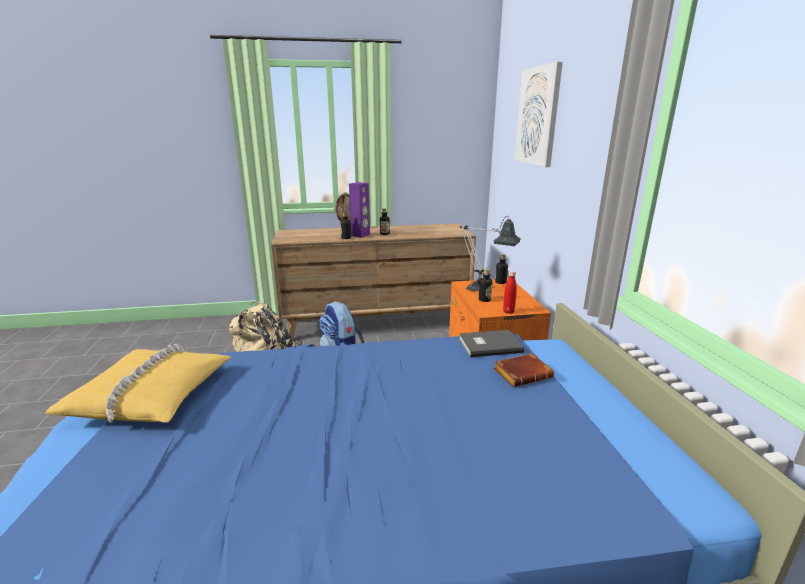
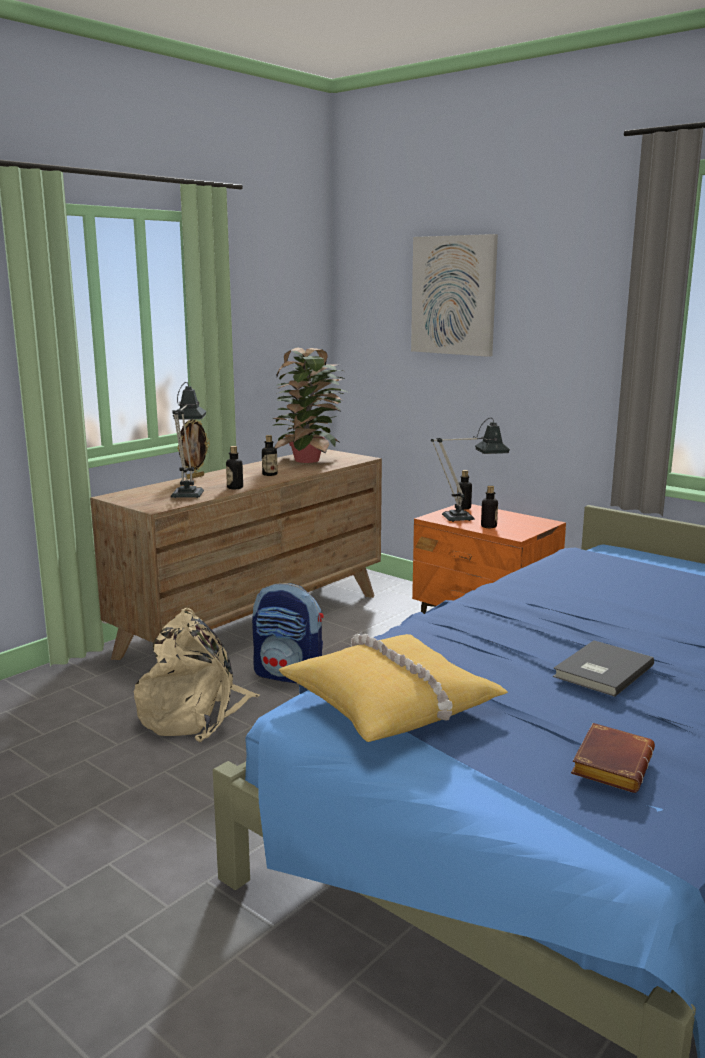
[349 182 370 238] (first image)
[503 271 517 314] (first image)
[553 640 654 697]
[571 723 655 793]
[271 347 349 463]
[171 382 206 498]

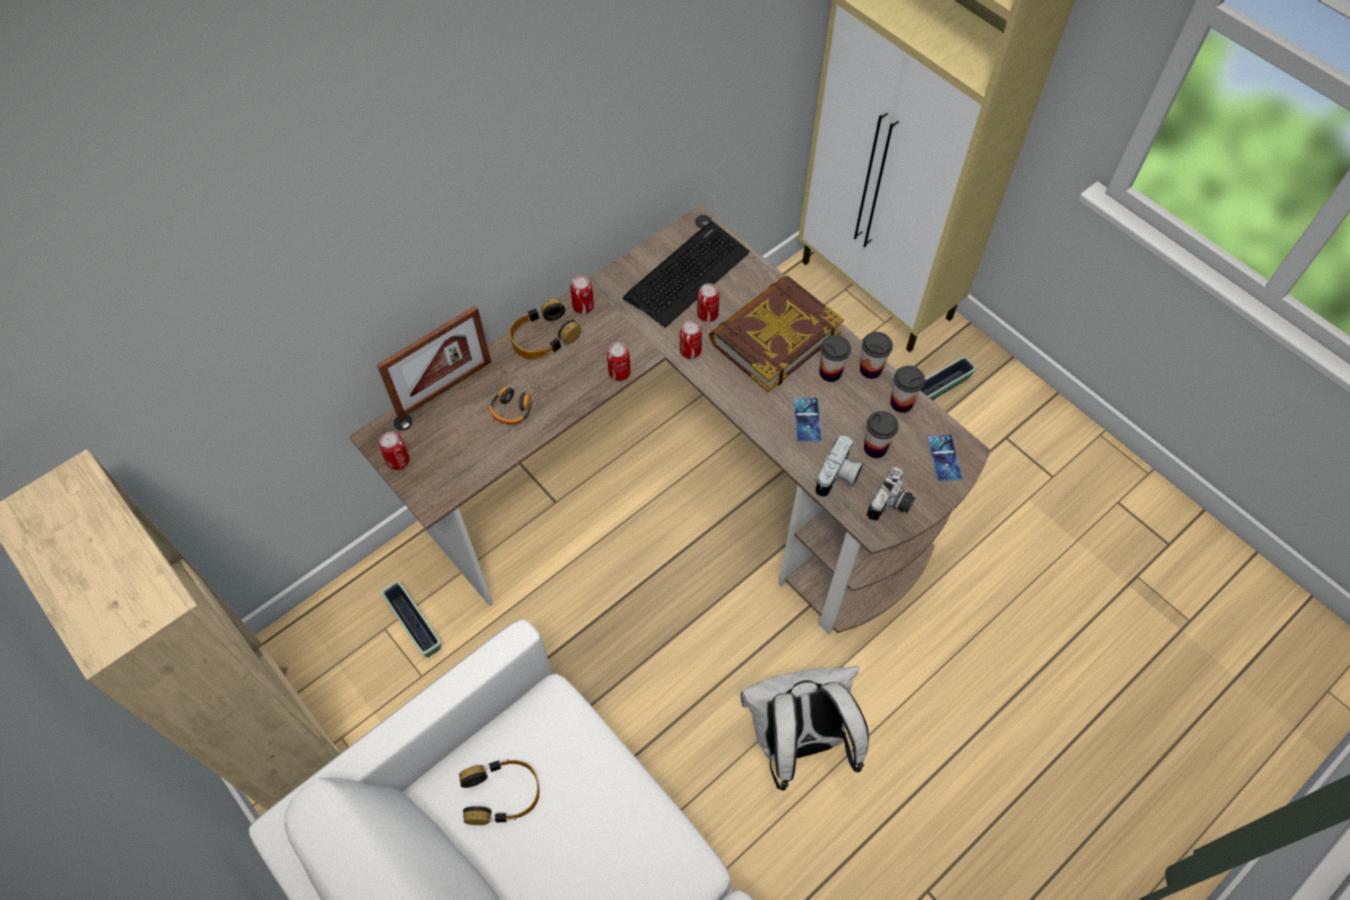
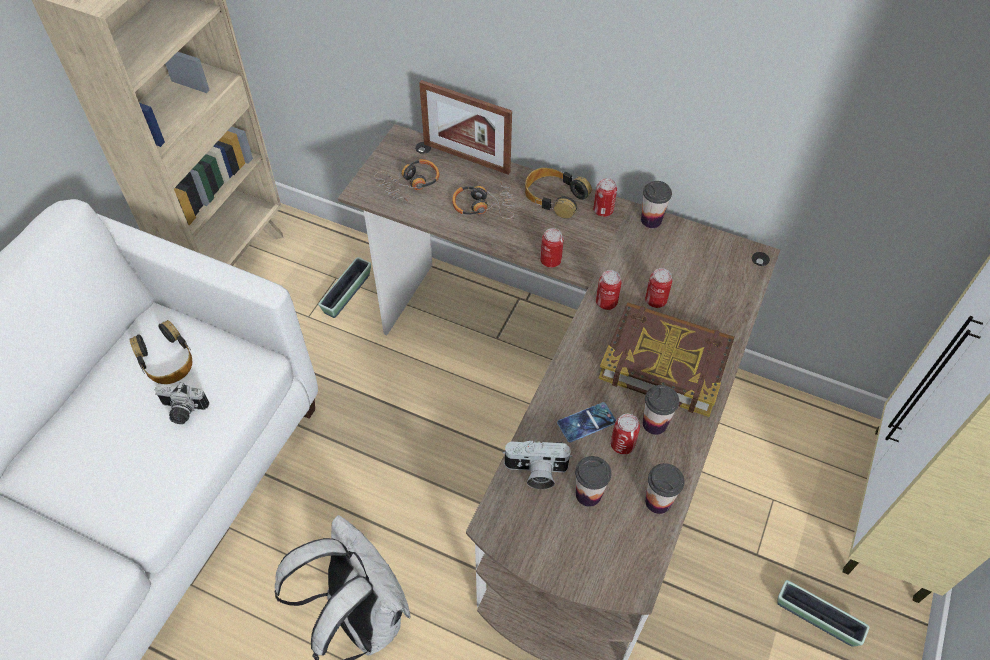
[623 221 750 328] (first image)
[641 181 672 228]
[611 414 640 454]
[927 435 963 481] (first image)
[155 382 209 424]
[374 159 439 202]

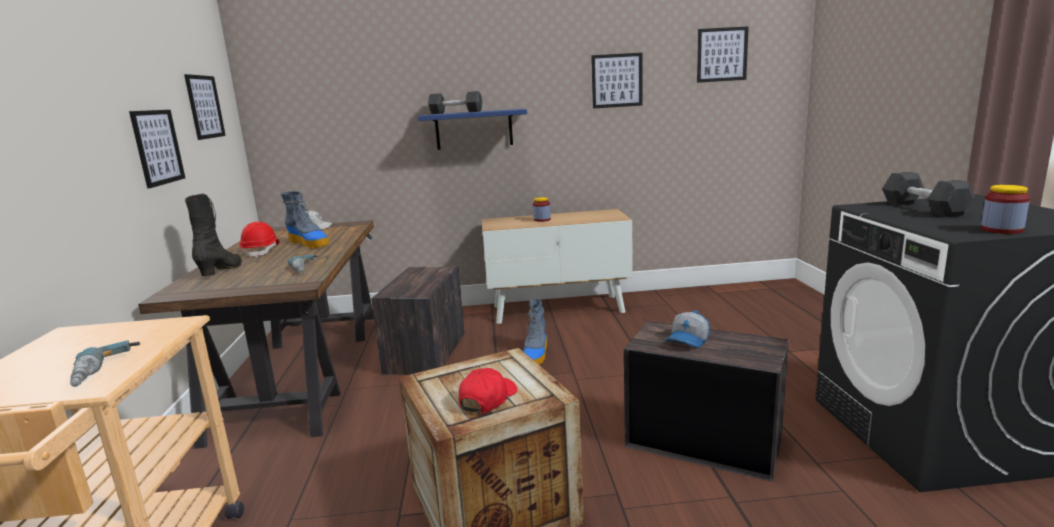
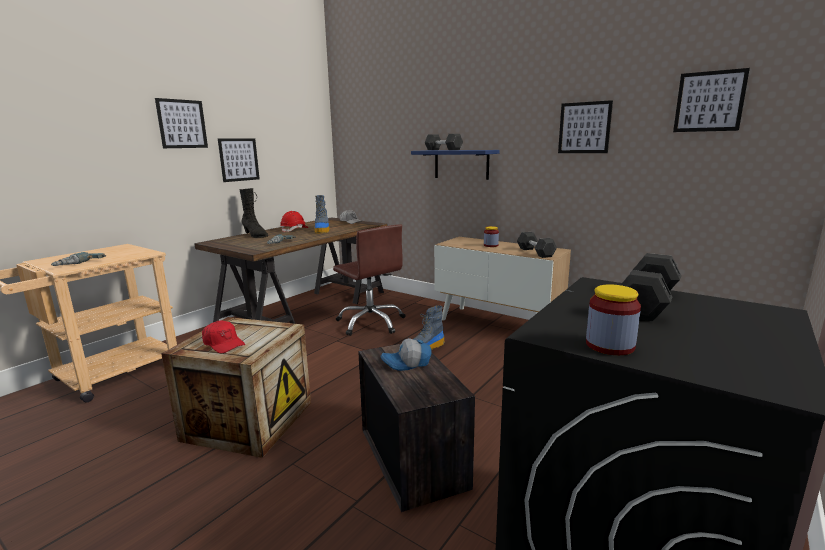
[155 98 208 148]
[239 188 268 238]
[333 224 406 336]
[202 321 245 353]
[517 232 557 258]

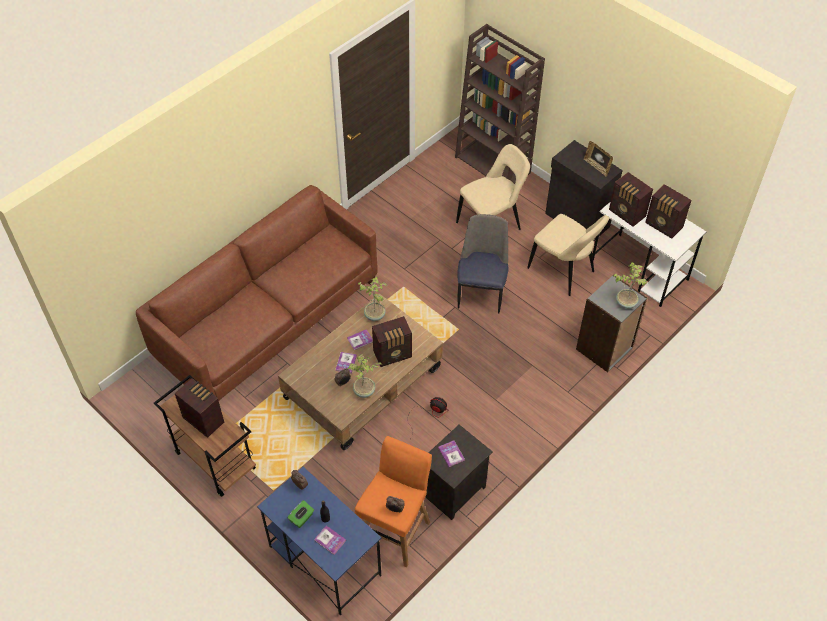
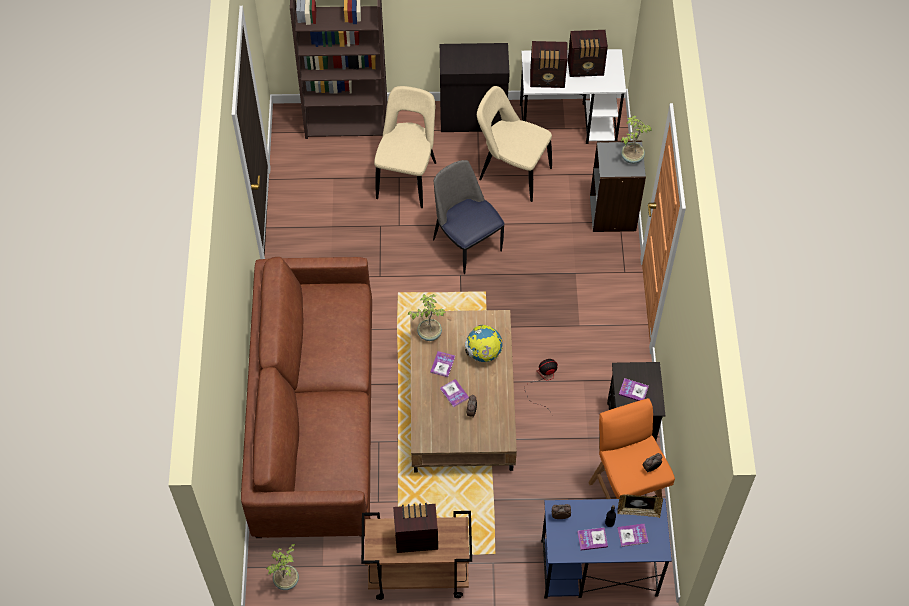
[617 494 663 518]
[477 86 552 202]
[465 324 503 362]
[266 544 299 590]
[578 528 608 551]

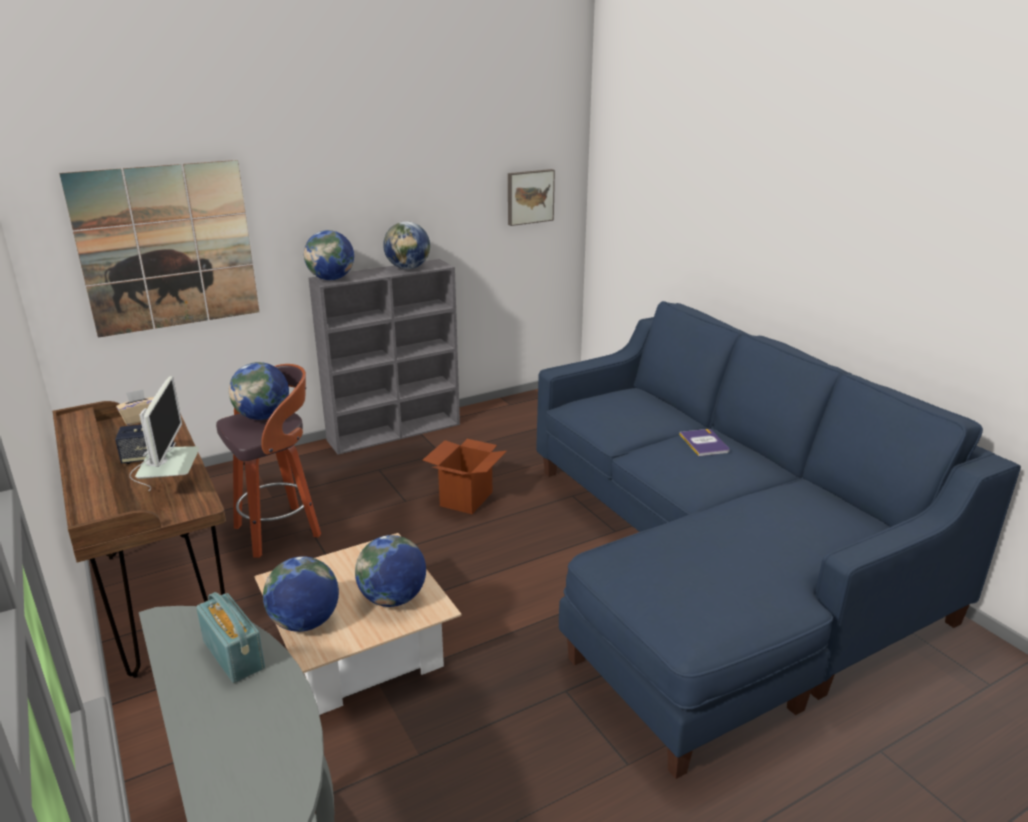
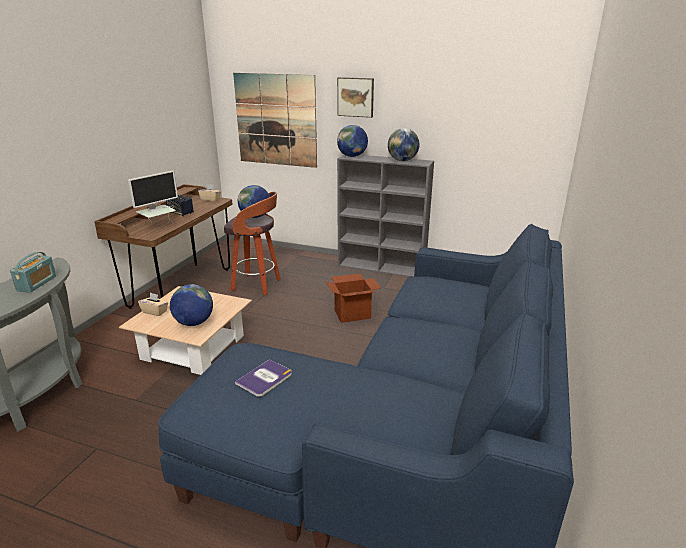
[337 77 374 118]
[235 359 292 397]
[138 293 168 316]

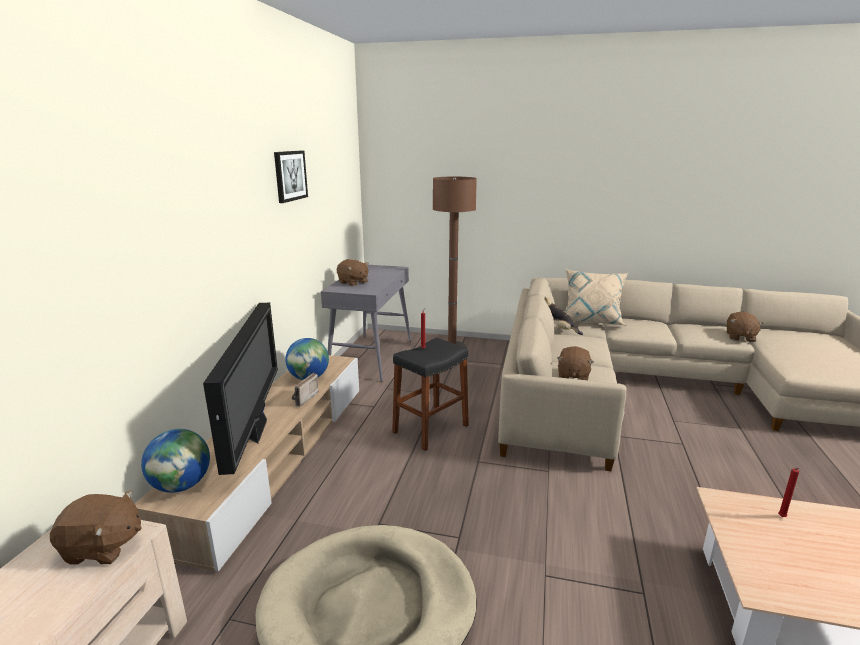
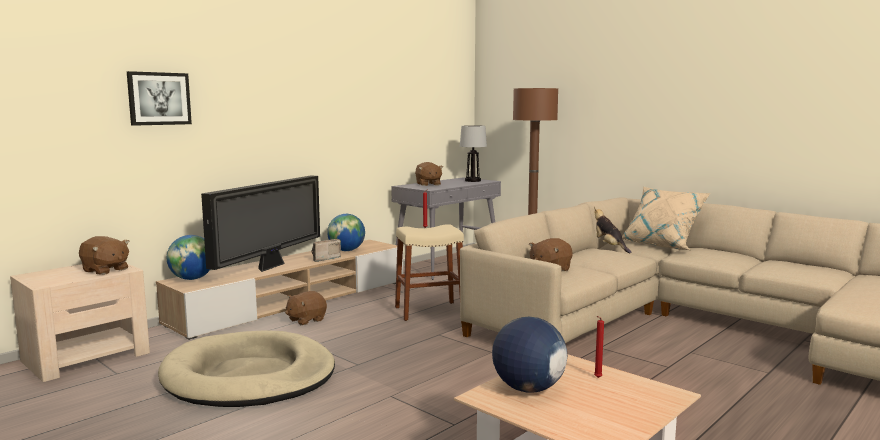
[127 71 192 126]
[285 291 327 325]
[395 224 464 321]
[460 125 487 182]
[492 317 567 393]

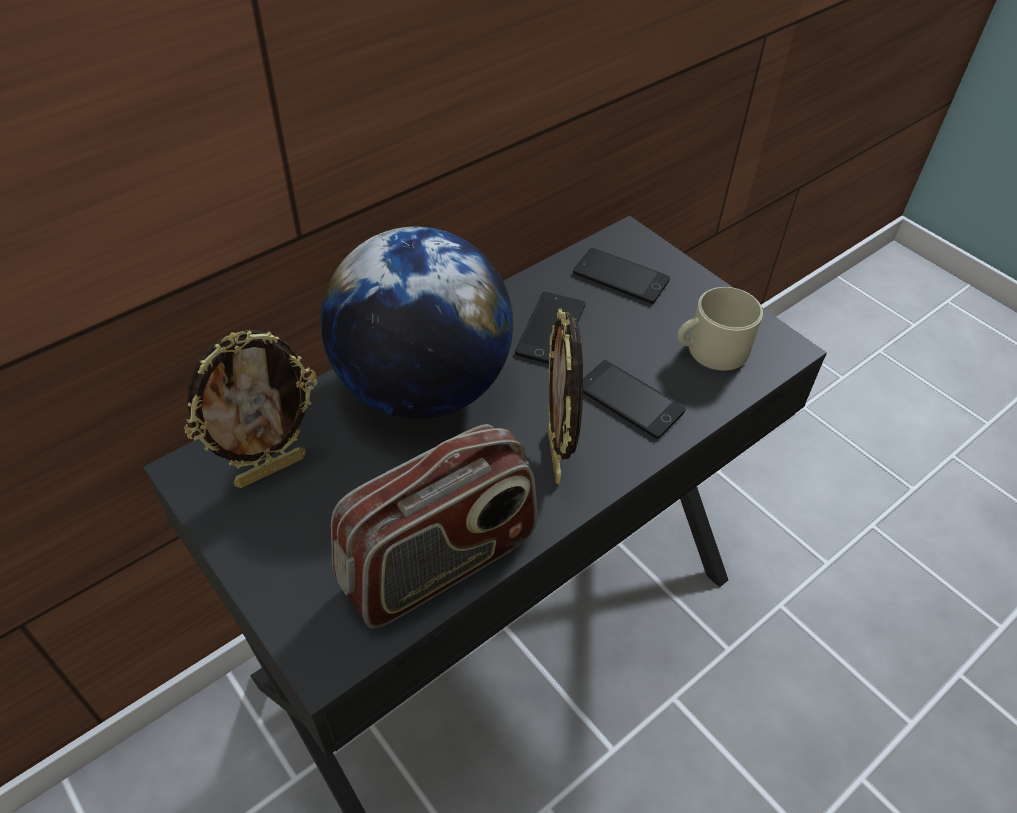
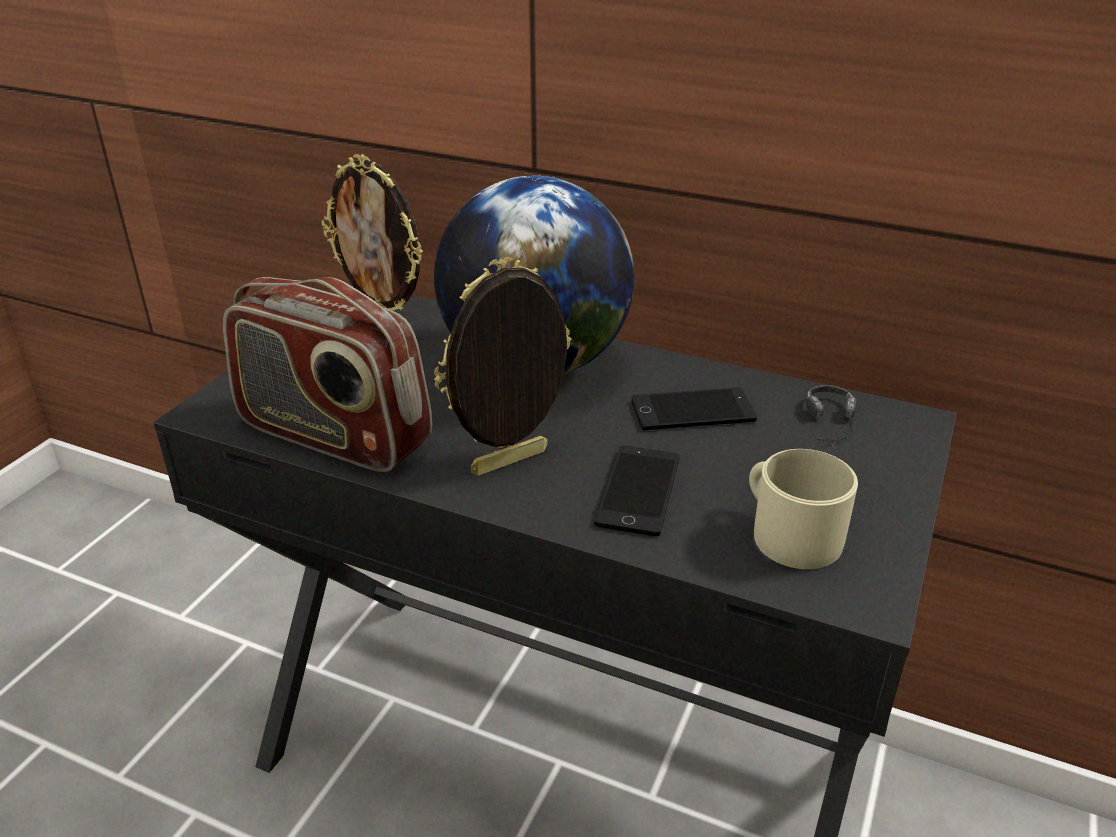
[806 385 856 449]

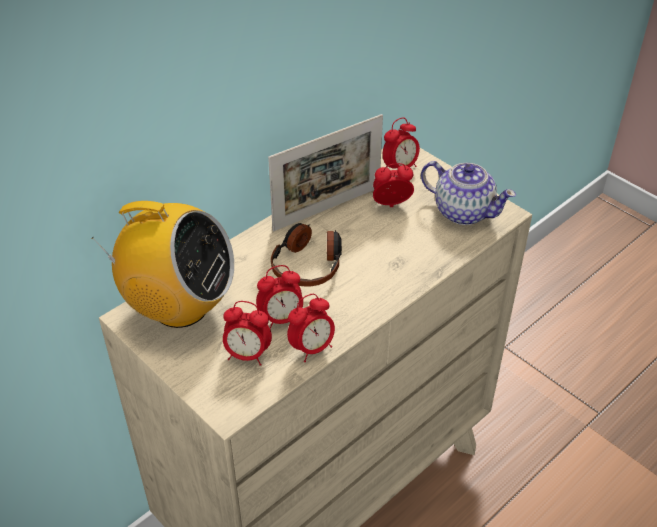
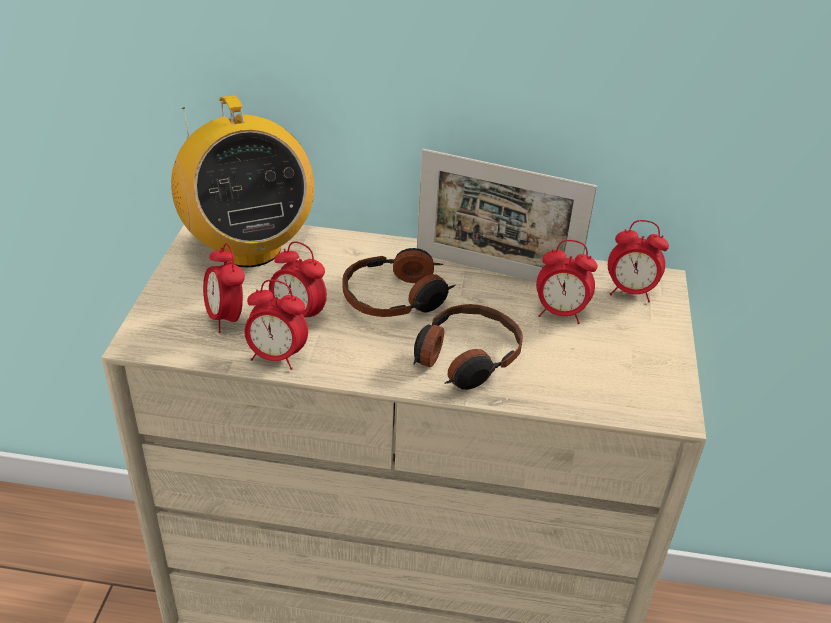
[421 161 516 225] (first image)
[536 240 597 324]
[413 304 523 390]

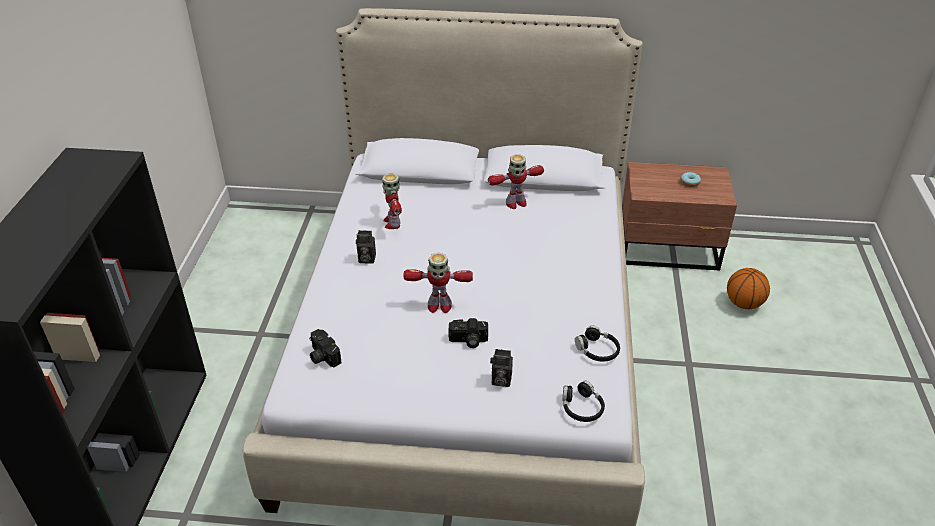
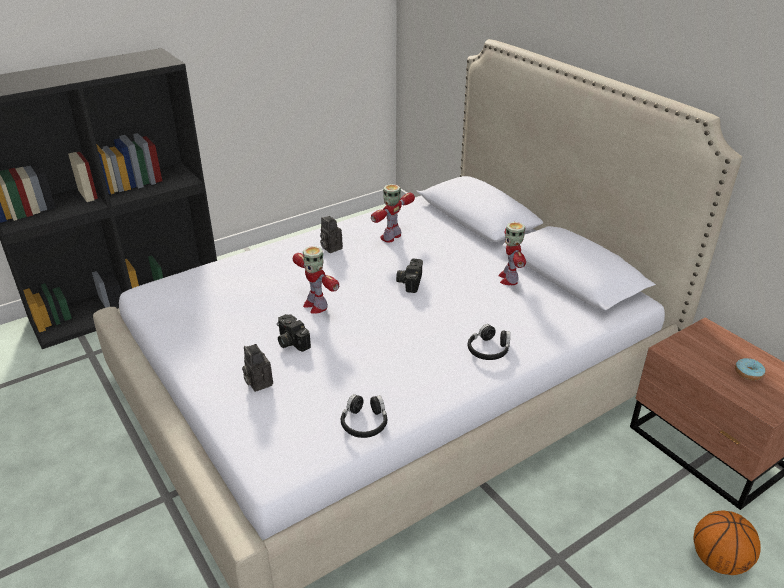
[498 222 526 285]
[396 259 423 293]
[468 324 510 360]

